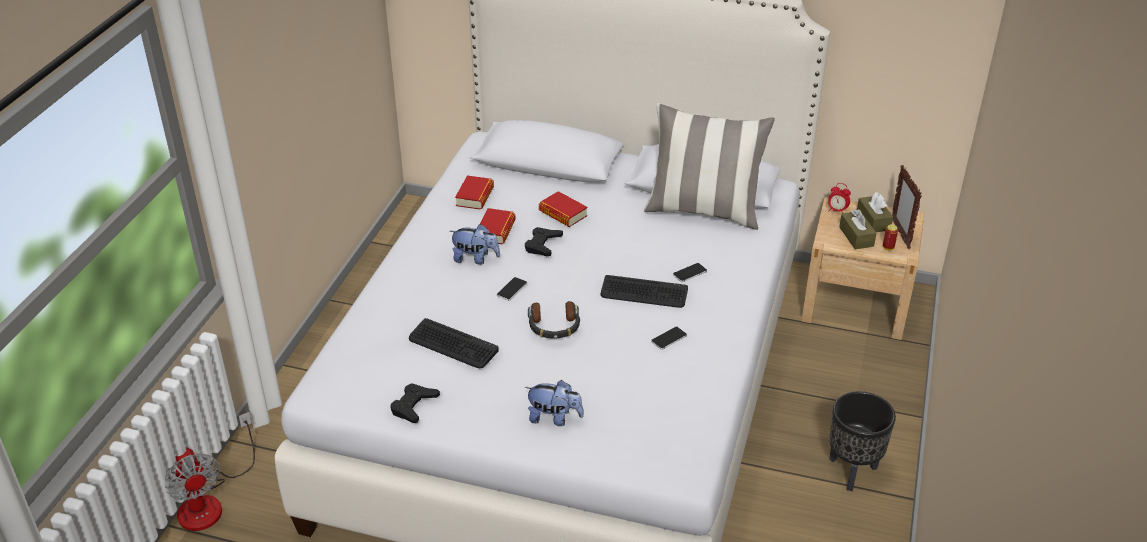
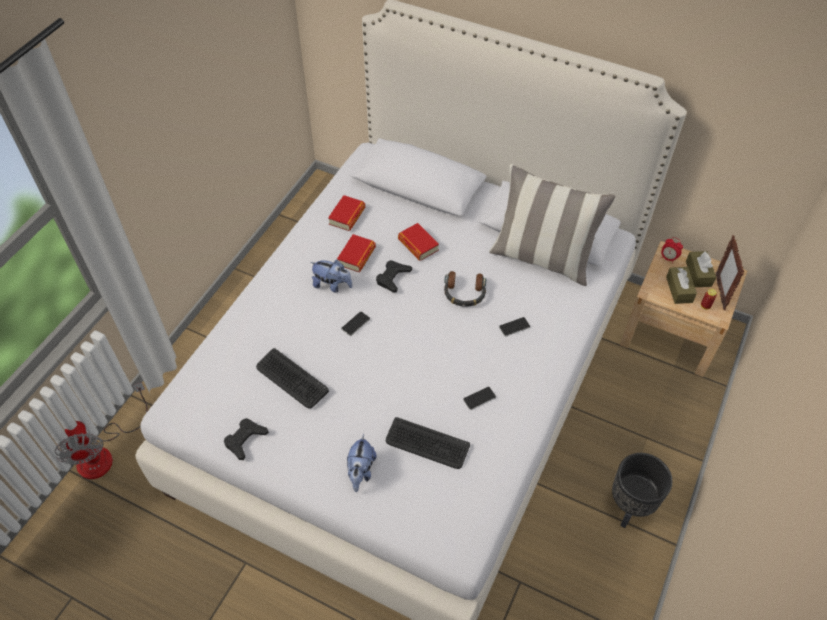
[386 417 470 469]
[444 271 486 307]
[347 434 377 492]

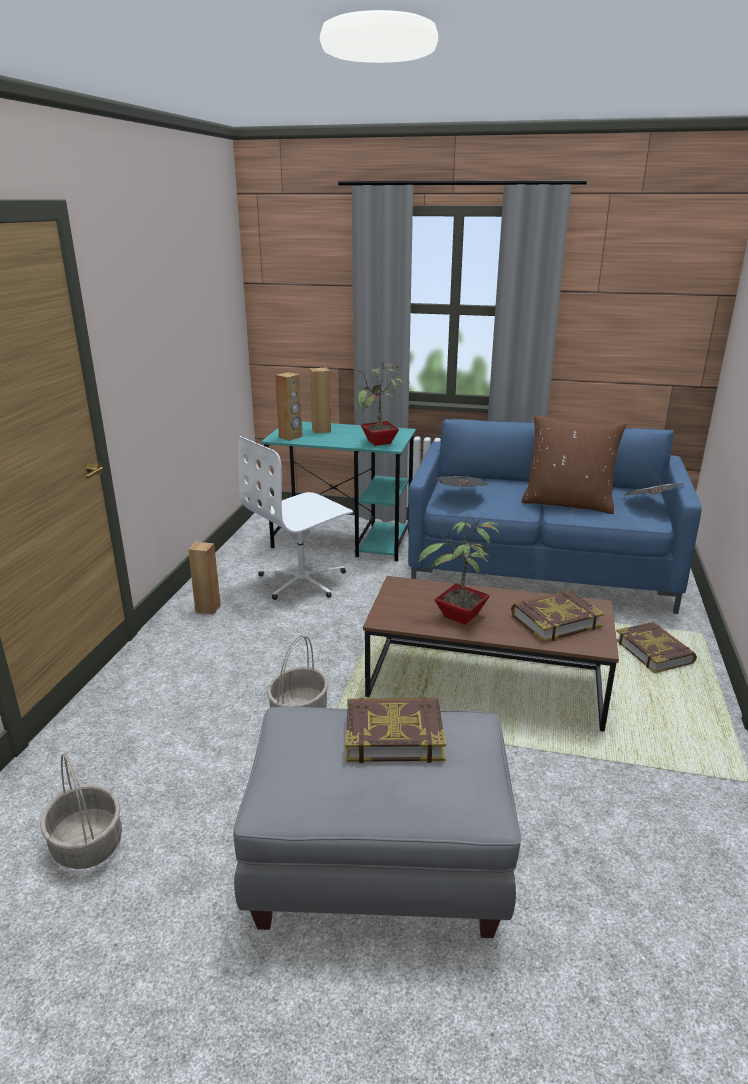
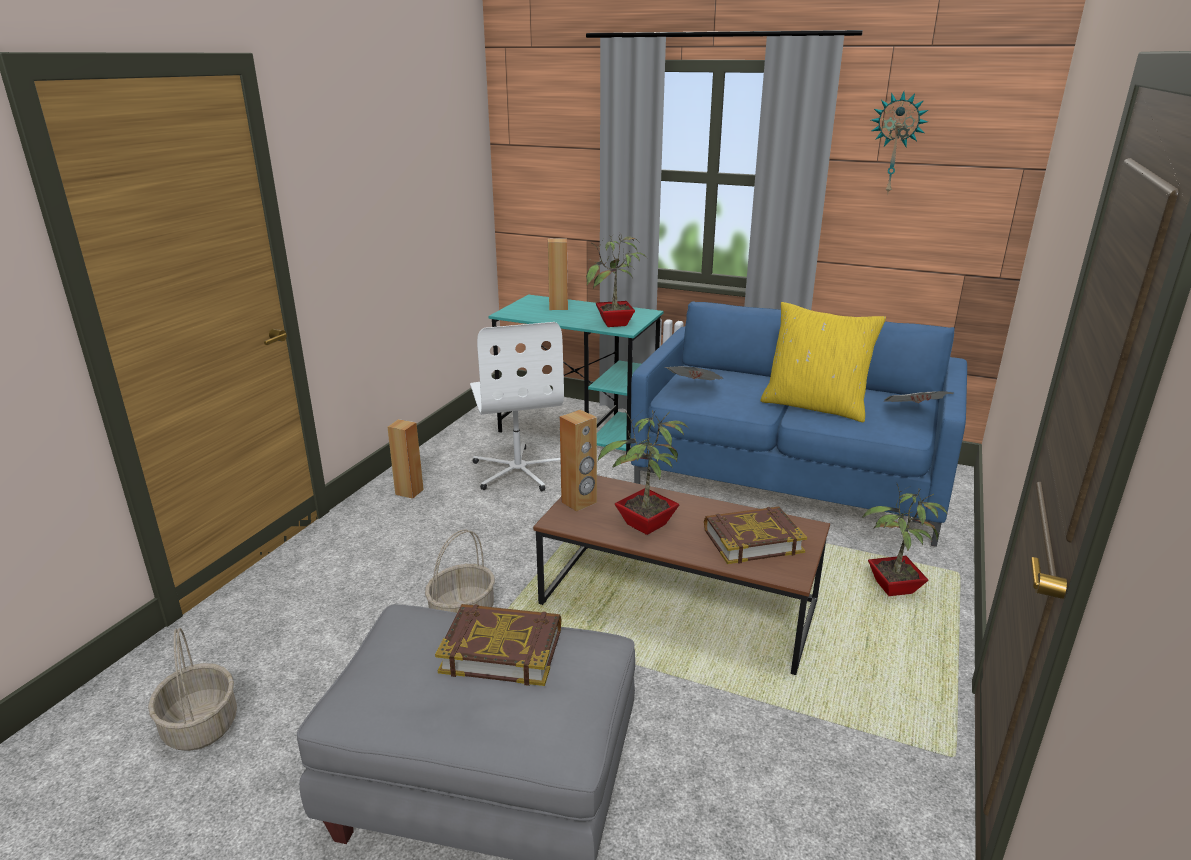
[560 410 597 512]
[761 302 886 422]
[470 322 564 491]
[862 482 947 596]
[871 91 928 195]

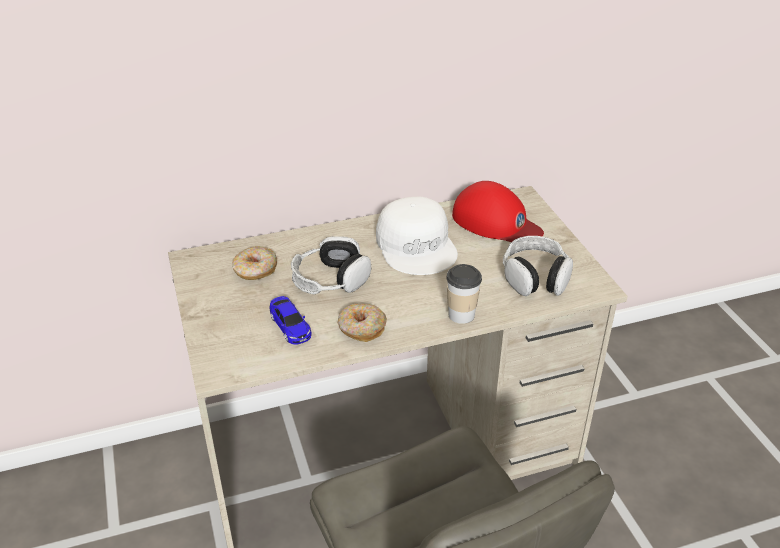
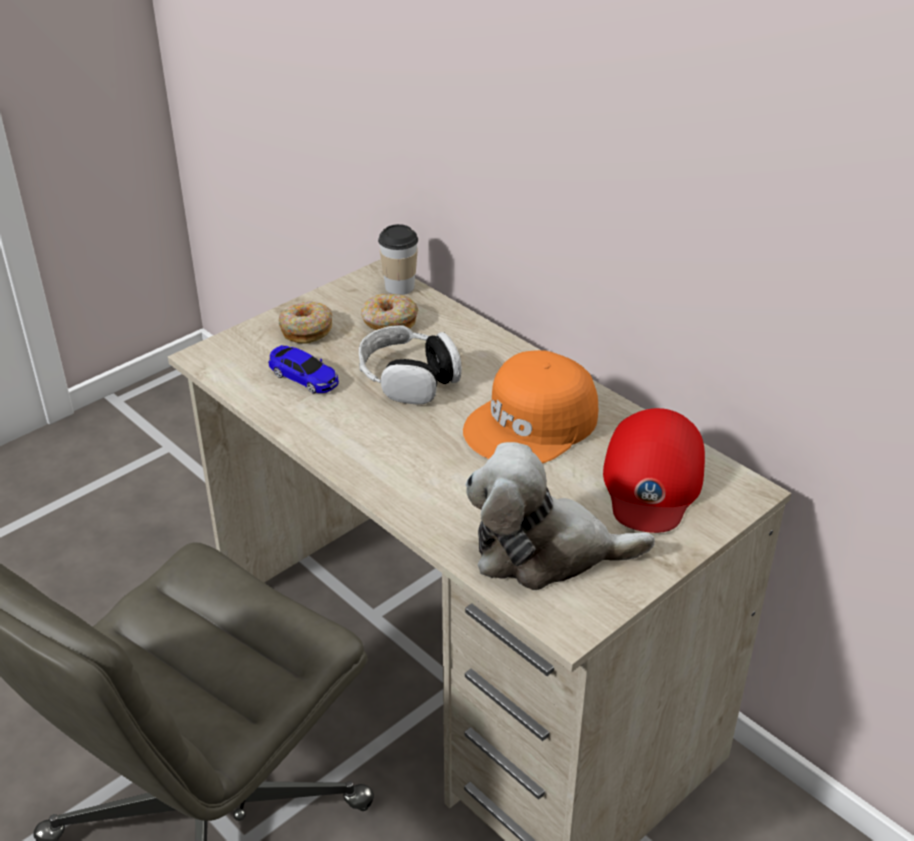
[463 350 598 463]
[466 442 655 590]
[378 224 418 295]
[268 345 339 393]
[278 302 332 344]

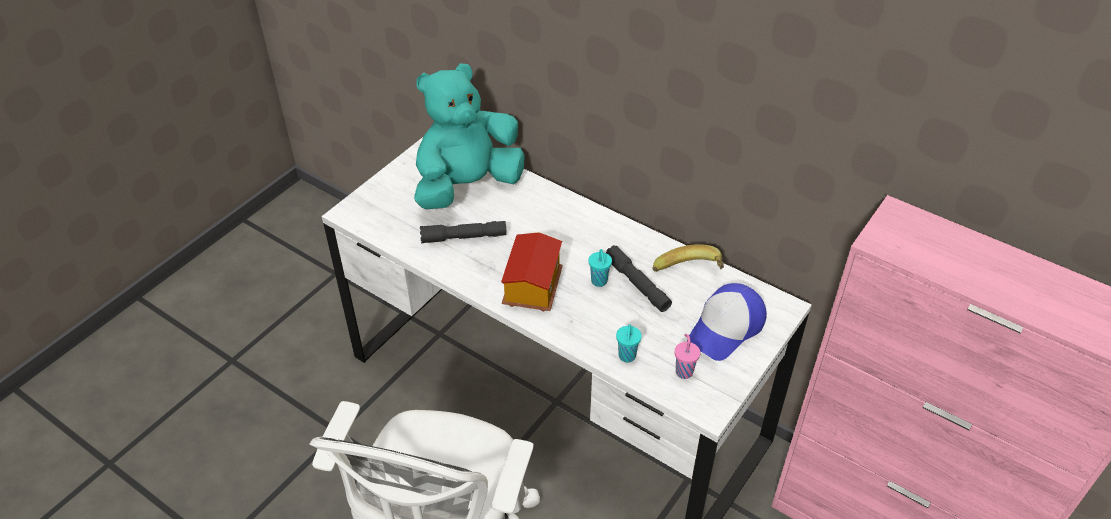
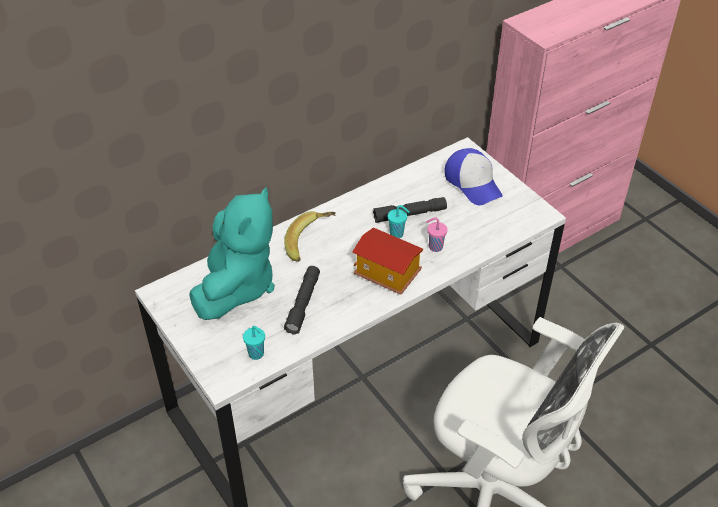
[189 187 275 320]
[284 211 336 262]
[243 326 265 360]
[426 217 448 252]

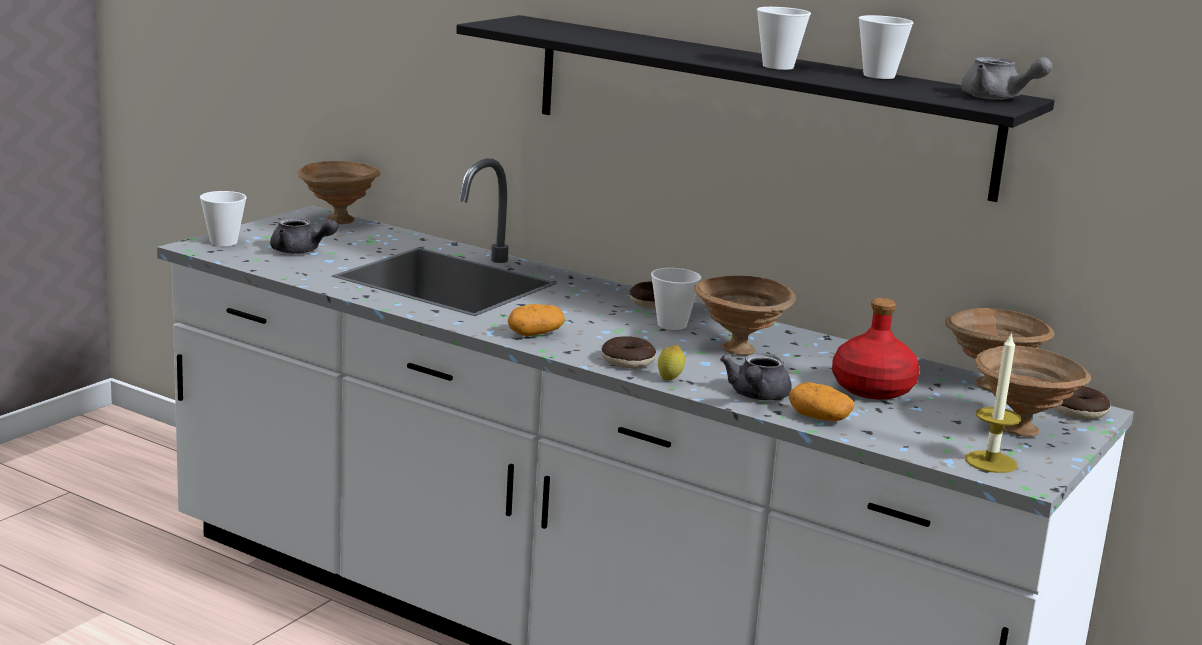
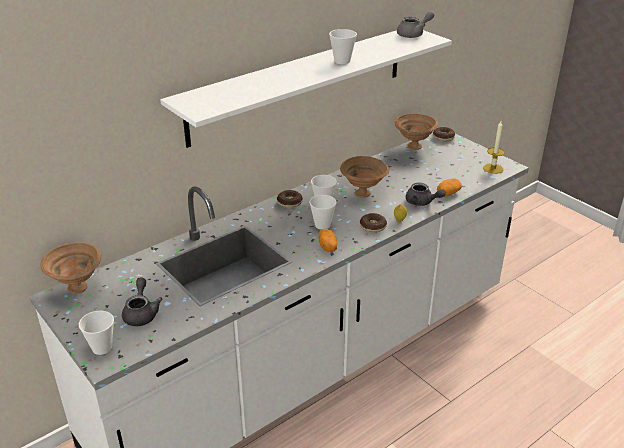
[160 30 452 148]
[309 195 337 229]
[122 278 163 326]
[832 298 920 400] (first image)
[975 345 1091 437] (first image)

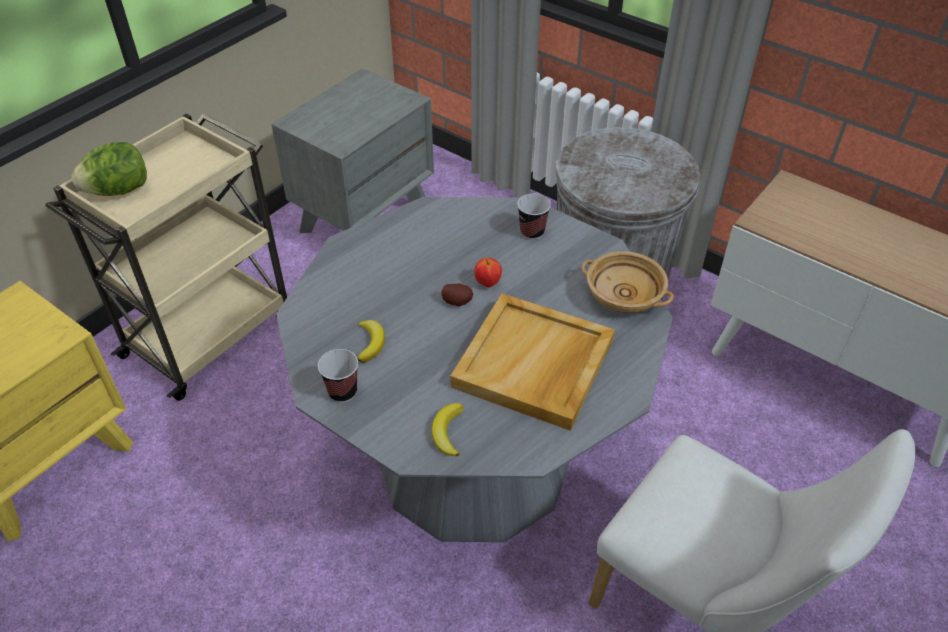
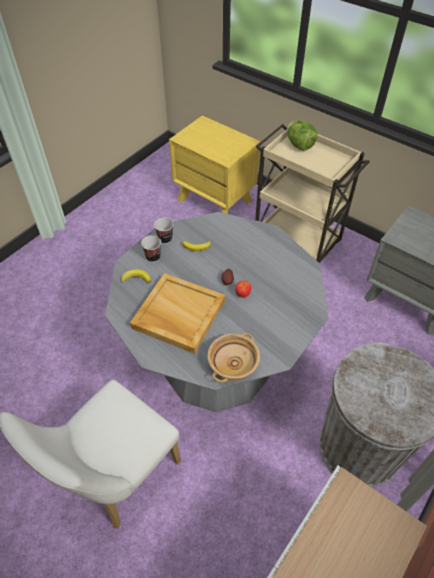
[141 235 161 262]

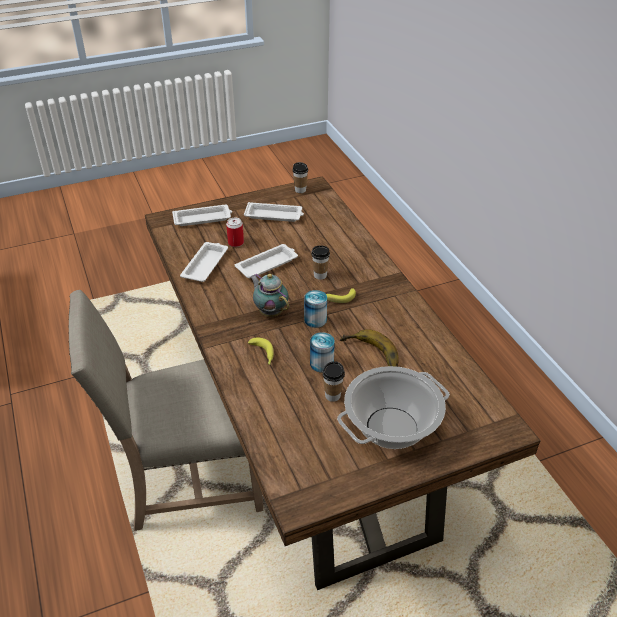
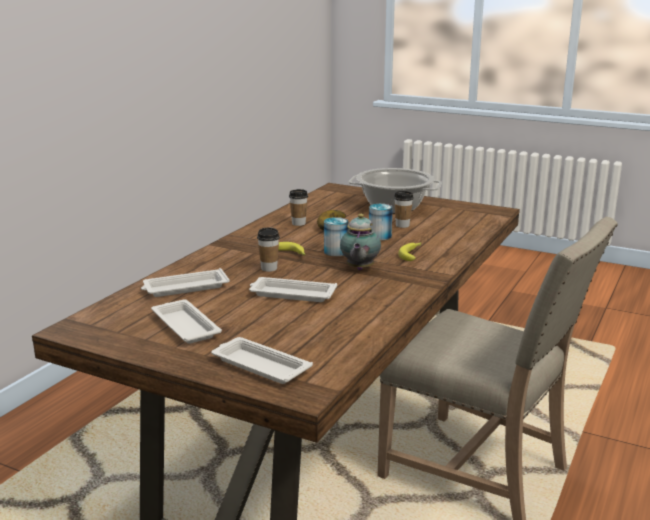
[289 189 308 226]
[226 218 244 247] (first image)
[141 268 230 297]

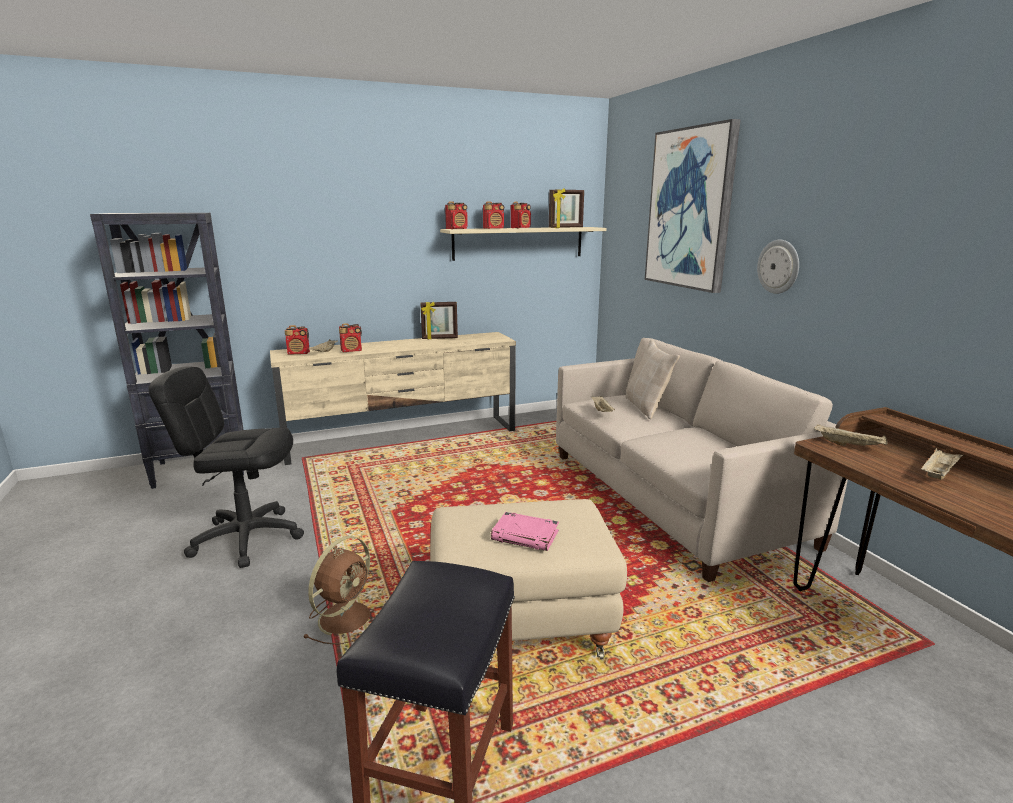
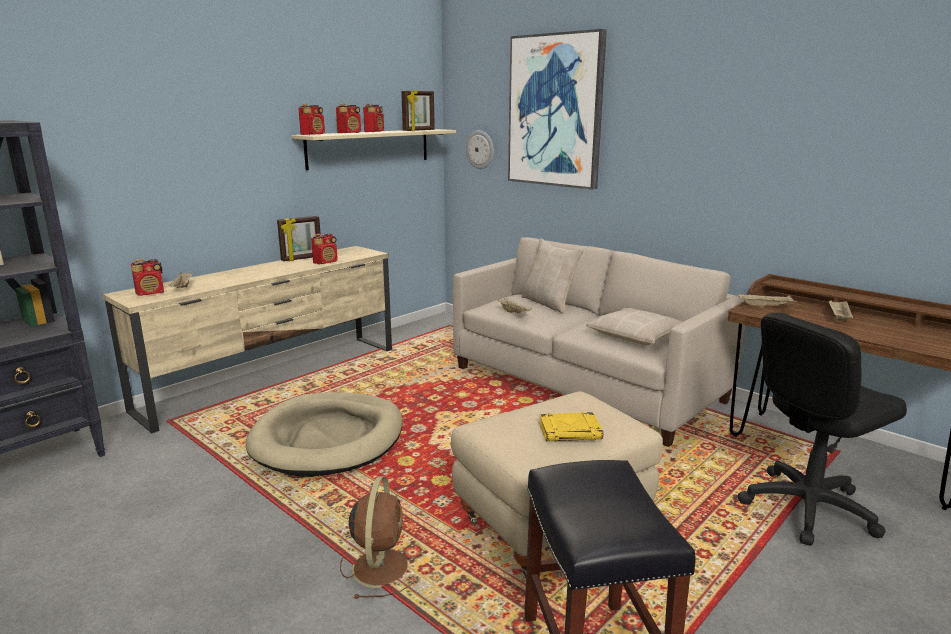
[466 130 494 169]
[311 234 338 264]
[738 312 907 546]
[539 412 603 442]
[586 308 684 345]
[246 392 403 477]

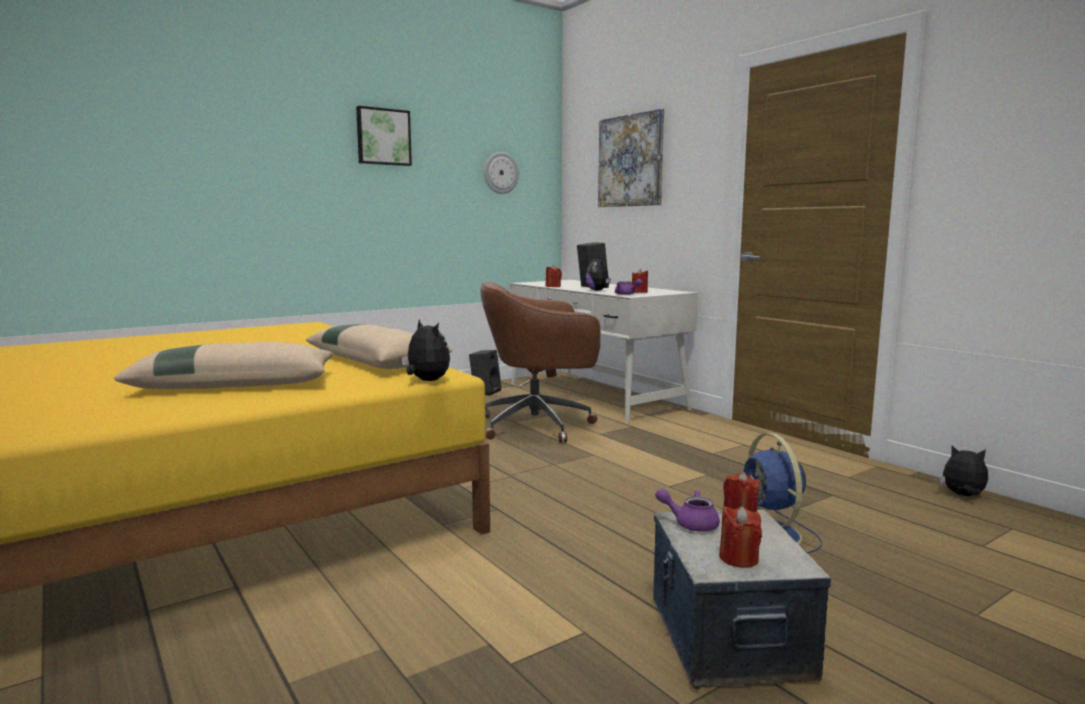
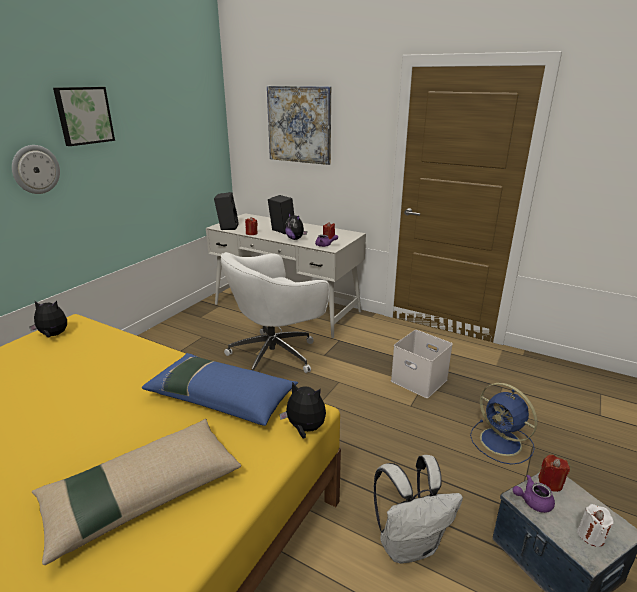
[12 145 60 194]
[221 252 330 373]
[142 353 298 426]
[214 192 239 230]
[29 301 67 338]
[577 504 614 547]
[391 330 453 398]
[373 455 463 564]

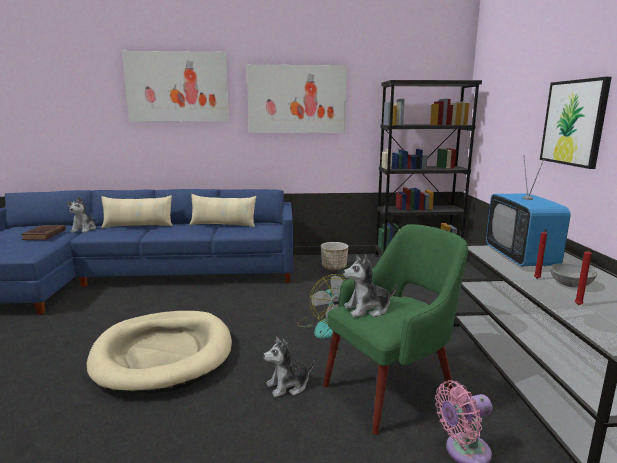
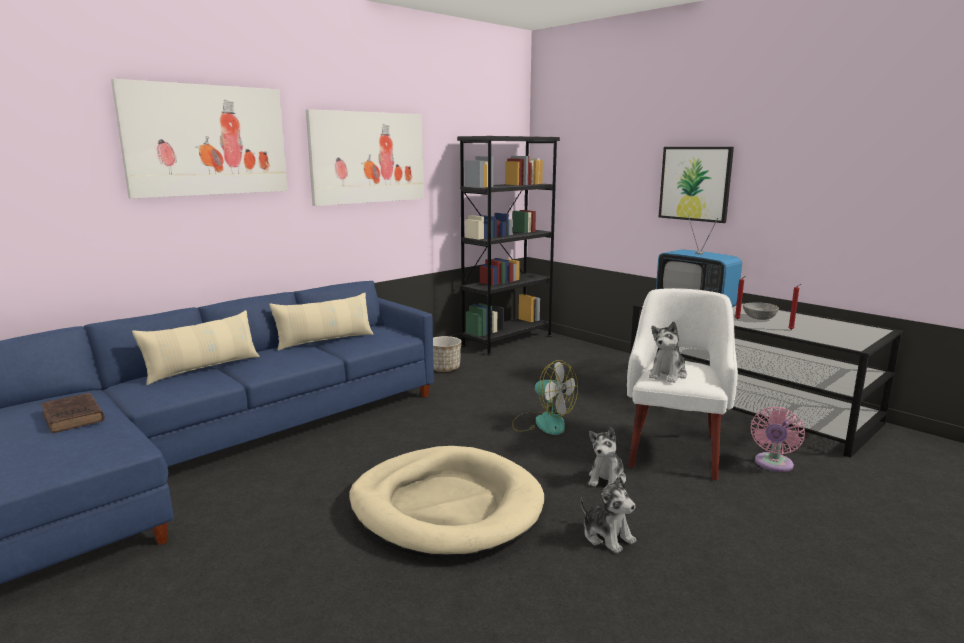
[581 476 636 554]
[627 288 738 480]

